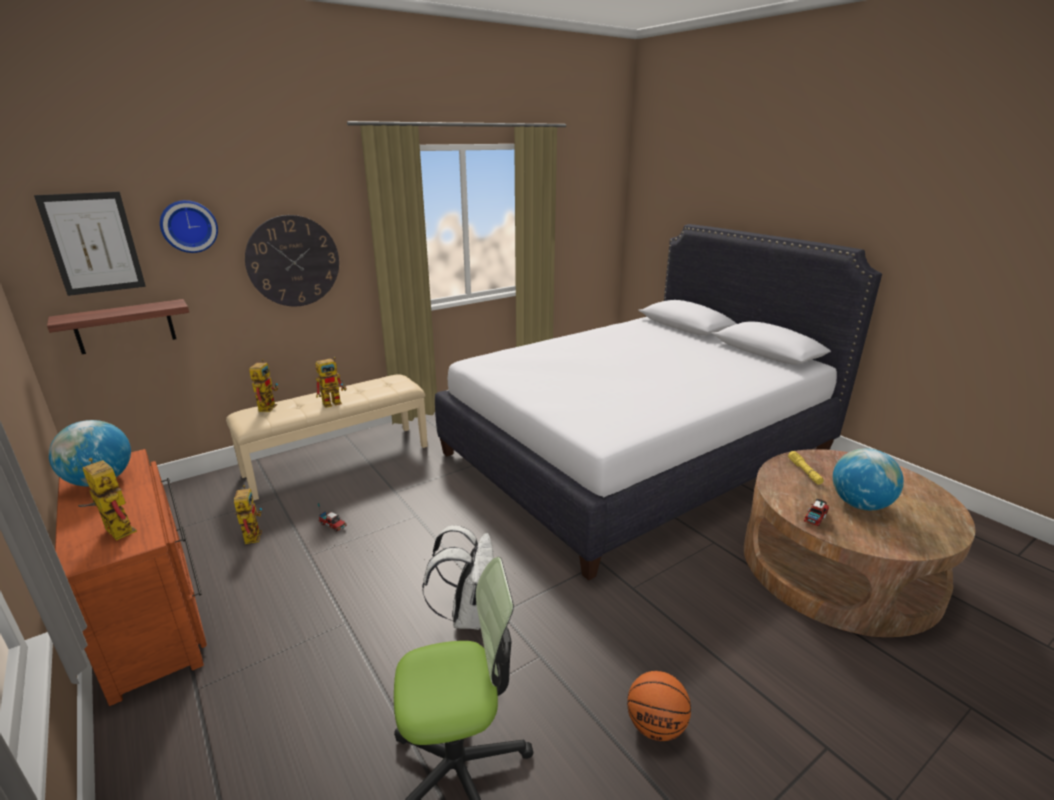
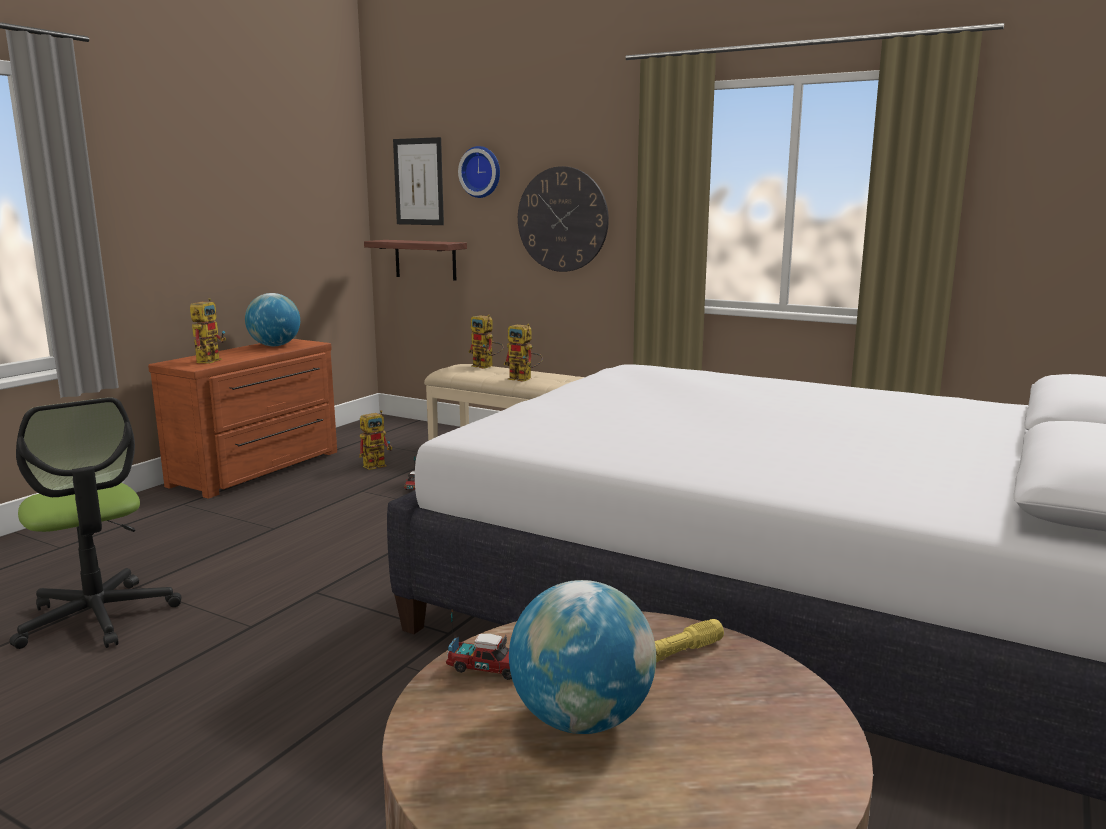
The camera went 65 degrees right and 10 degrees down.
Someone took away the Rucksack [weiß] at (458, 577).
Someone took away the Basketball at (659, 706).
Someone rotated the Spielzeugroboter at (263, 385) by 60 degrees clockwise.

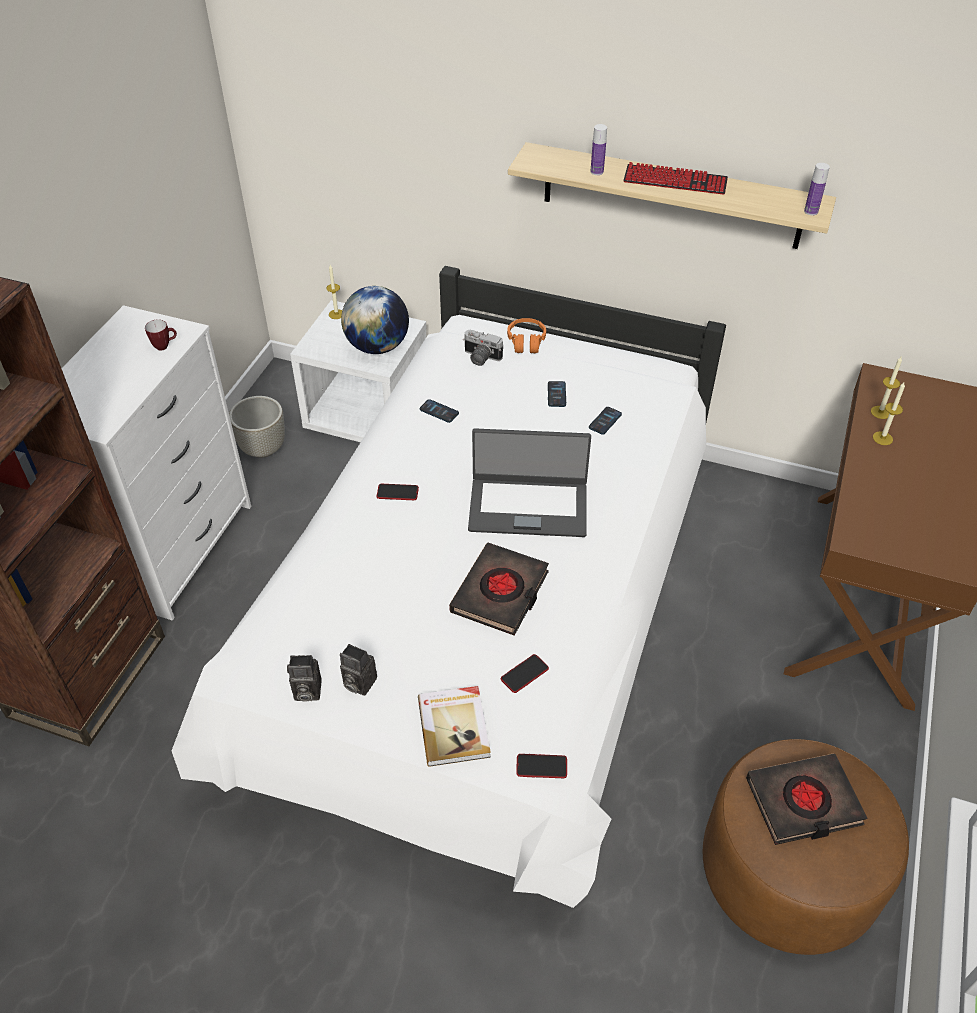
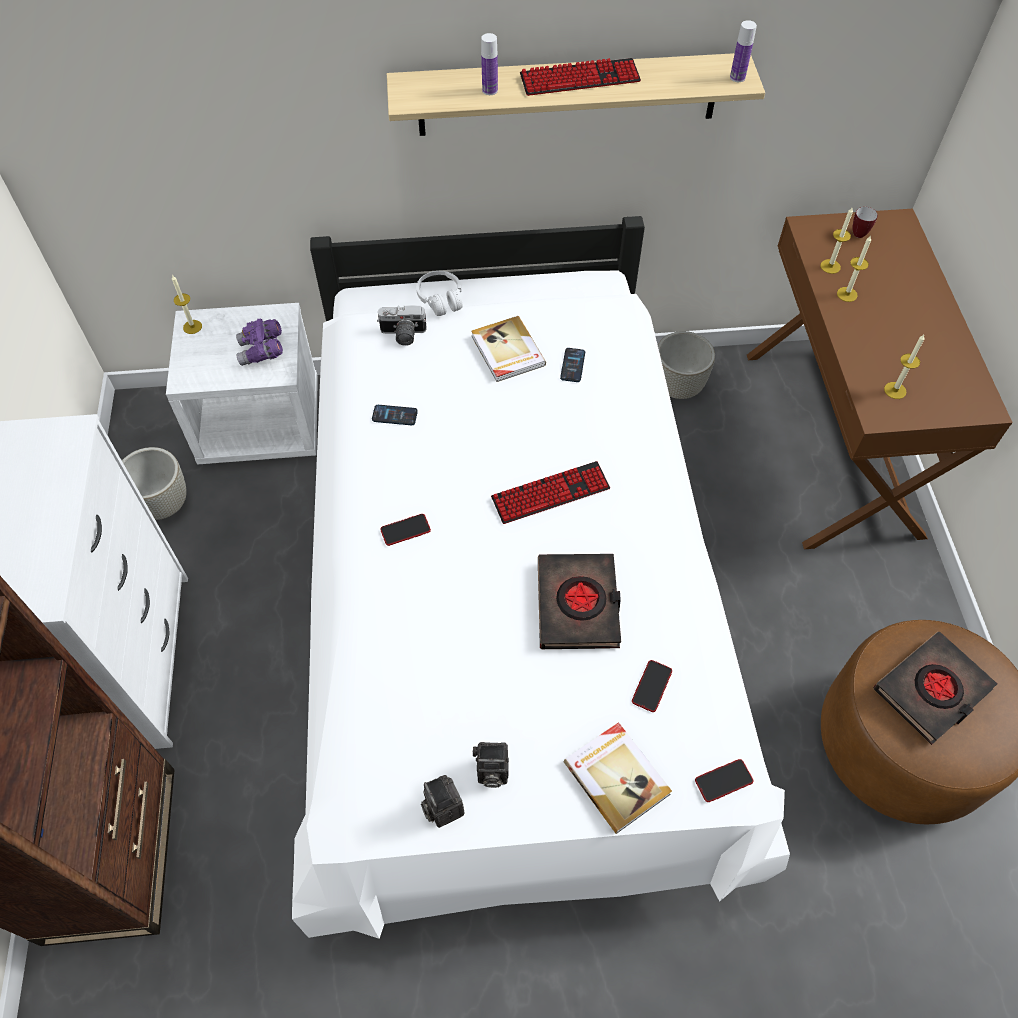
The camera went 25 degrees left and 10 degrees up.
Someone put down the Pflanzkübel [grau] at (686, 365).
Someone put down the Kerze at (904, 366).
Someone carried the Henkelbecher from (161, 335) to (865, 222).
Someone swapped the Globus at (375, 320) for the Fernglas [lila] at (259, 342).
Someone swapped the Laptop at (529, 482) for the Tastatur at (550, 492).
Someone swapped the Handy at (557, 394) for the Buch at (508, 349).
Someone repainted the Kopfhörer [orange] at (526, 335), which became the Kopfhörer [weiß] at (439, 293).
Someone rotated the Kamera at (304, 678) by 90 degrees clockwise.

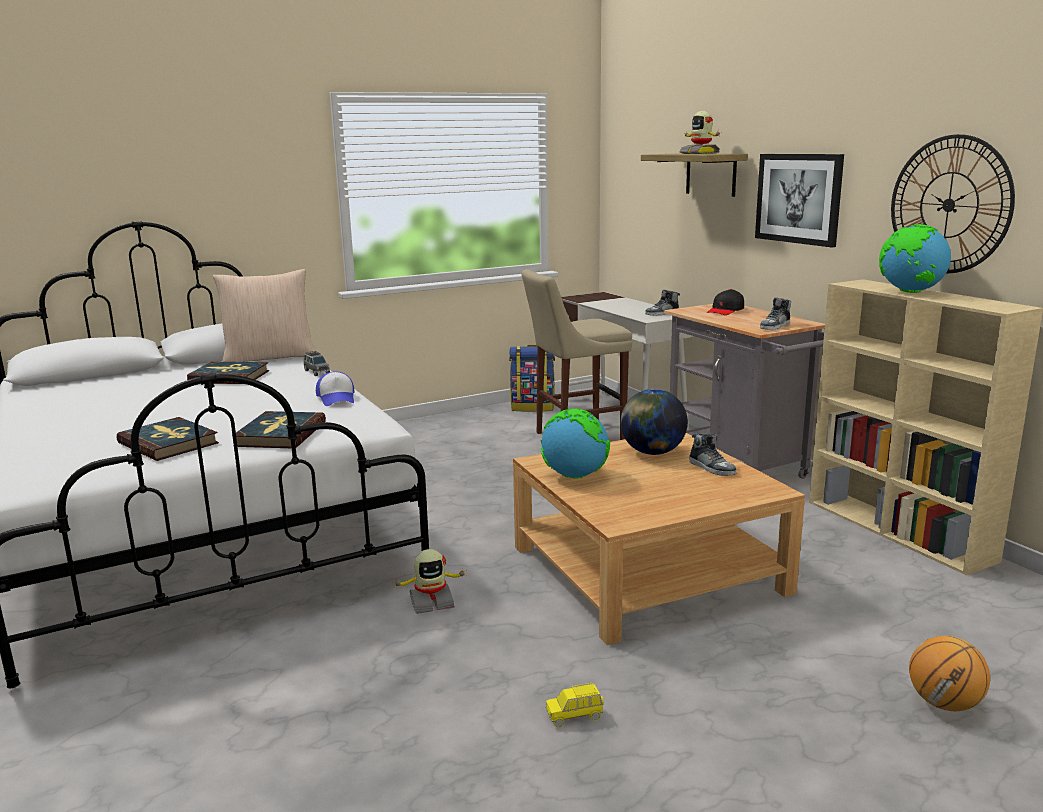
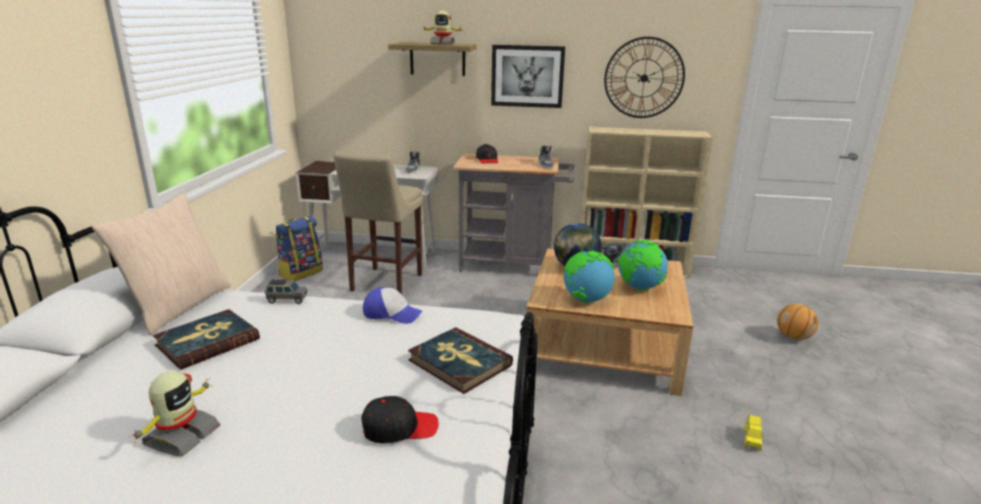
The camera went 55 degrees left and 5 degrees up.
Someone carried the Spielzeugroboter from (430, 581) to (175, 413).
Someone carried the Globus from (915, 258) to (643, 265).
Someone swapped the Buch at (167, 439) for the Kappe [schwarz] at (400, 420).

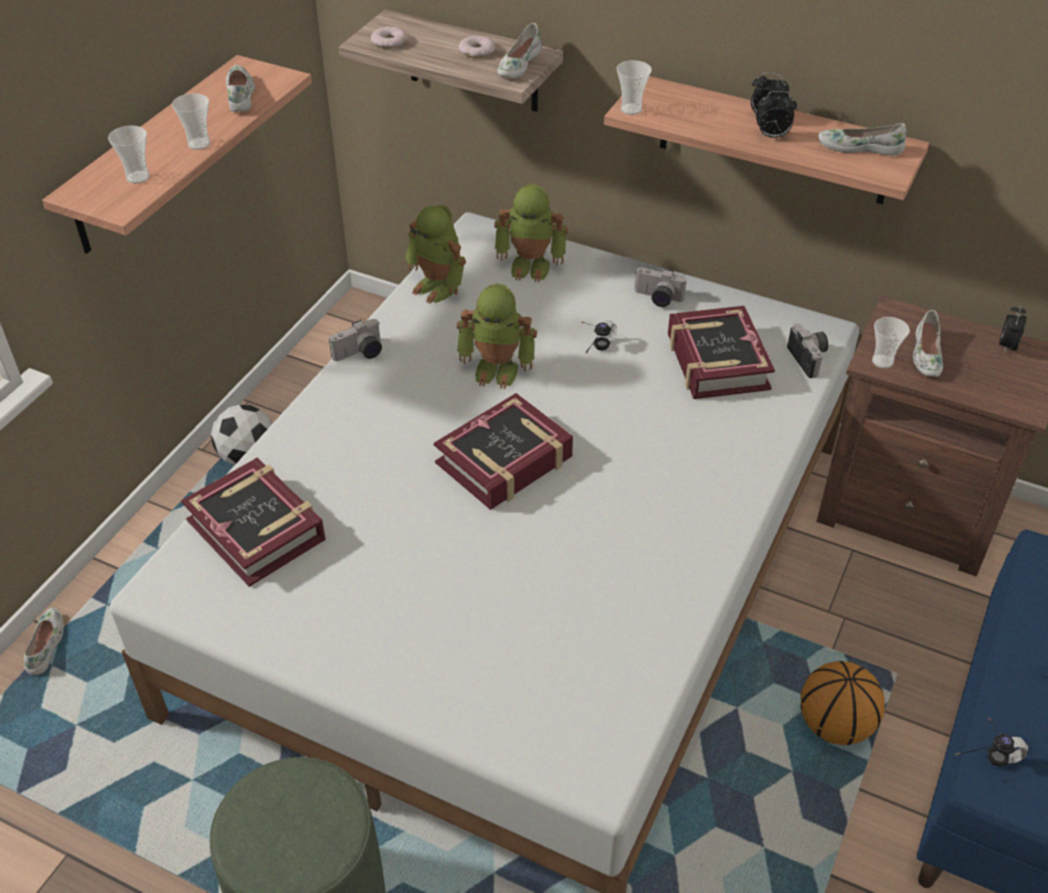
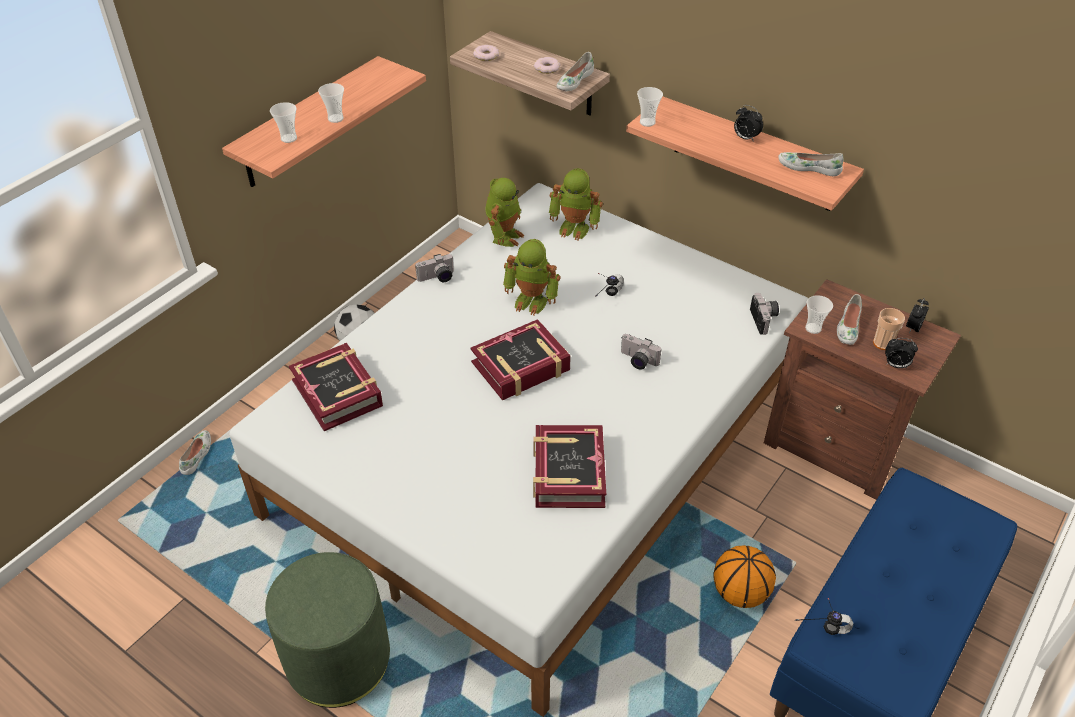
The camera went 10 degrees right and 0 degrees up.
Someone took away the Schuh [weiß] at (240, 88).
Someone put down the Tasse at (889, 329).
Someone carried the Kamera from (661, 287) to (641, 352).
Someone carried the Buch from (721, 352) to (569, 466).
Someone carried the Wecker from (776, 114) to (901, 353).
Someone rotated the Spielzeugroboter at (435, 254) by 120 degrees counterclockwise.

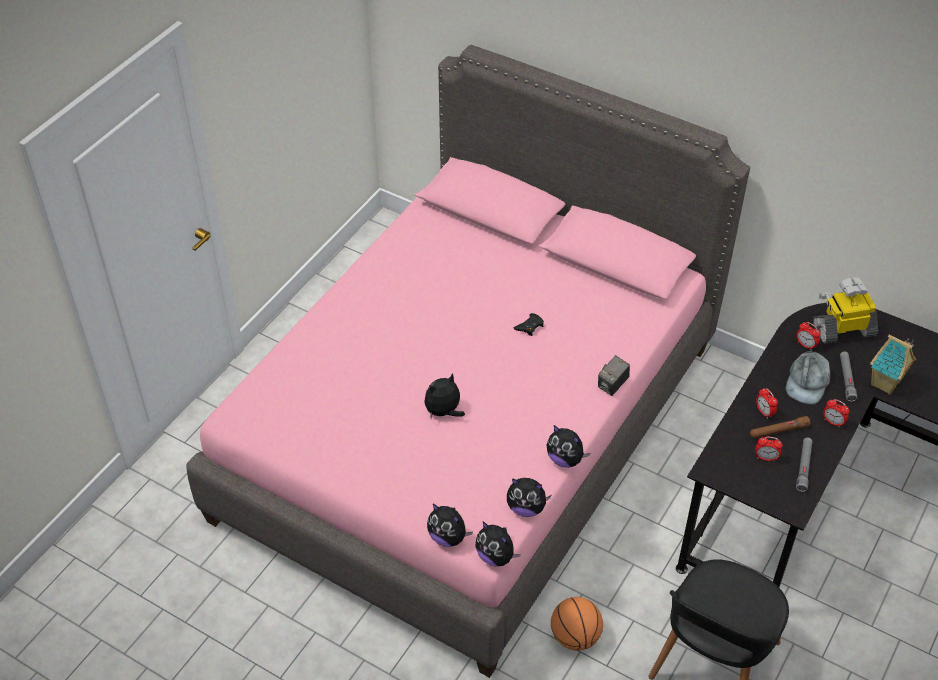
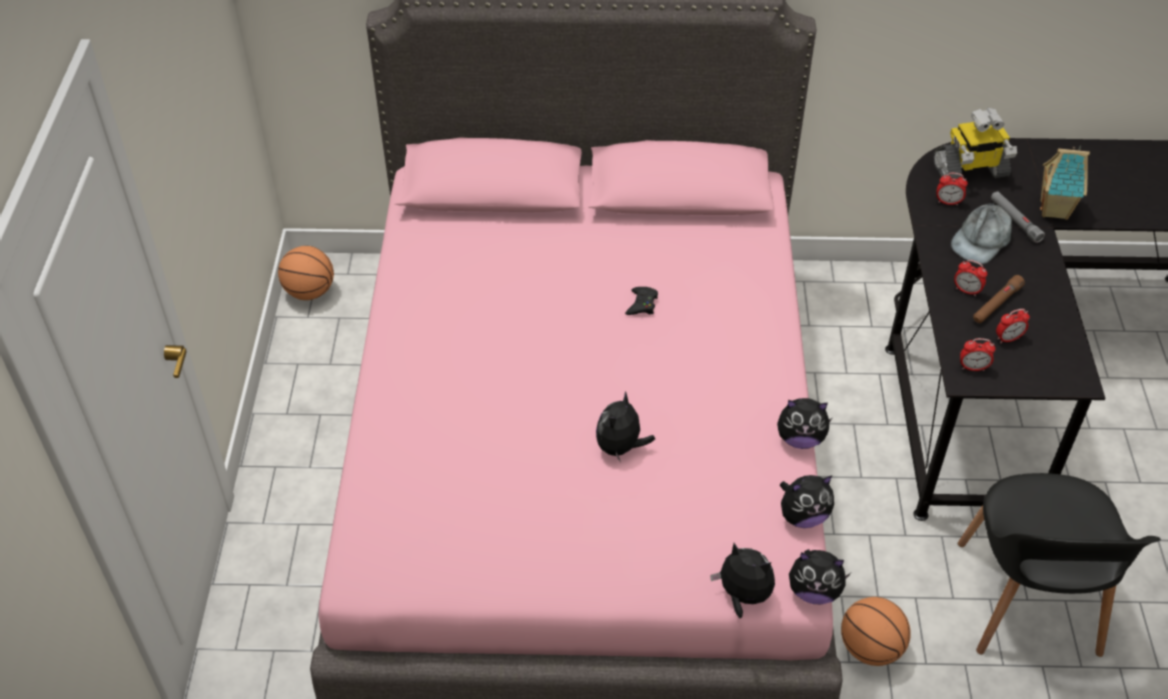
The camera went 30 degrees left and 0 degrees up.
Someone took away the Kamera at (614, 375).
Someone took away the Taschenlampe [grau] at (804, 465).
Someone put down the Basketball at (306, 273).
Someone carried the Wecker from (836, 413) to (977, 354).
Someone rotated the Plüschtier at (450, 525) by 150 degrees counterclockwise.
Someone rotated the Kappe [grau] at (808, 377) by 45 degrees clockwise.
Someone rotated the Spielzeugroboter at (845, 311) by 150 degrees counterclockwise.

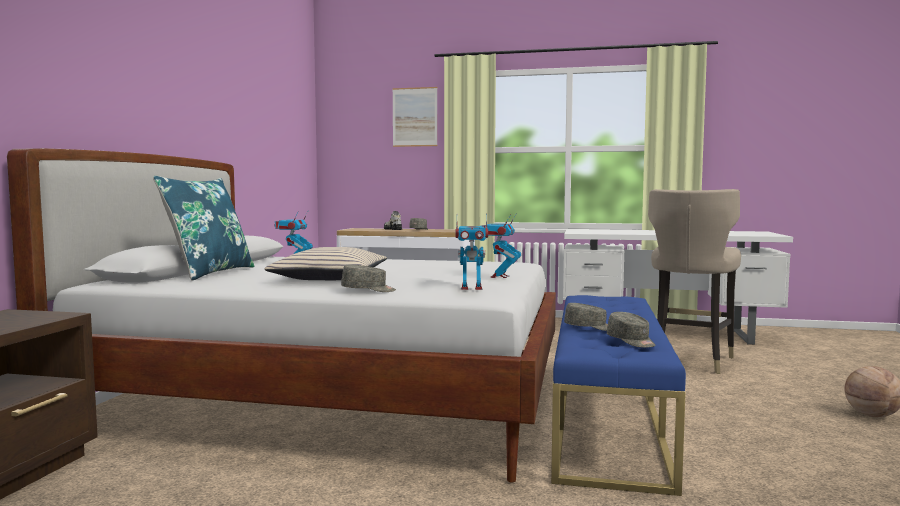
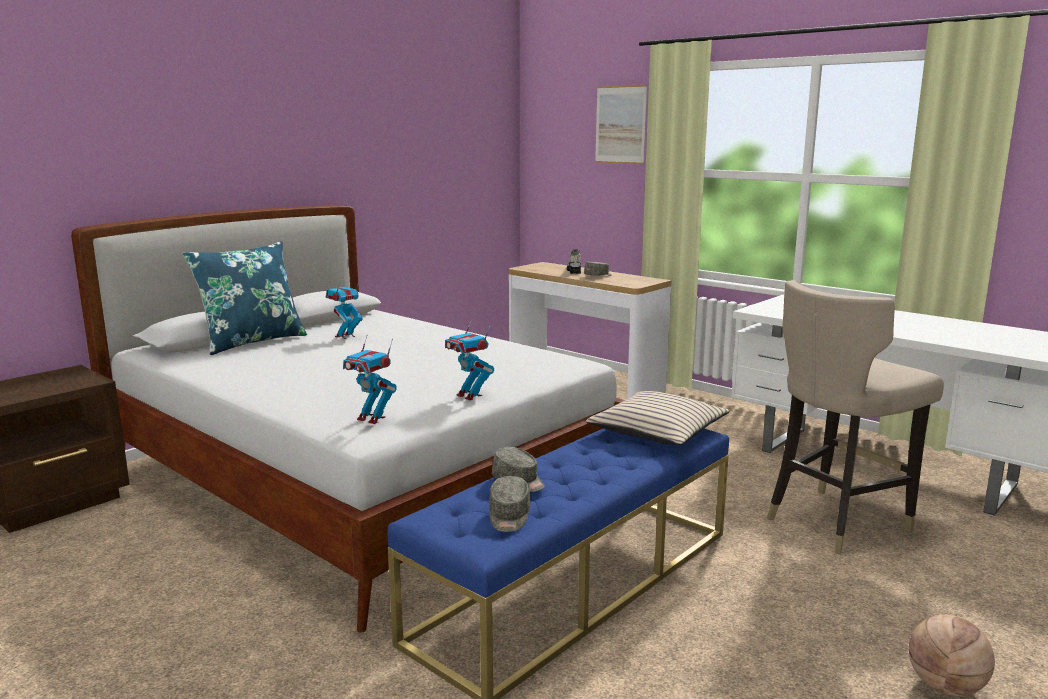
The camera went 30 degrees right and 10 degrees up.
Someone took away the Kappe [grau] at (368, 278).
Someone carried the Kissen [beige] from (325, 263) to (658, 418).
Someone rotated the Spielzeugroboter at (501, 245) by 90 degrees counterclockwise.

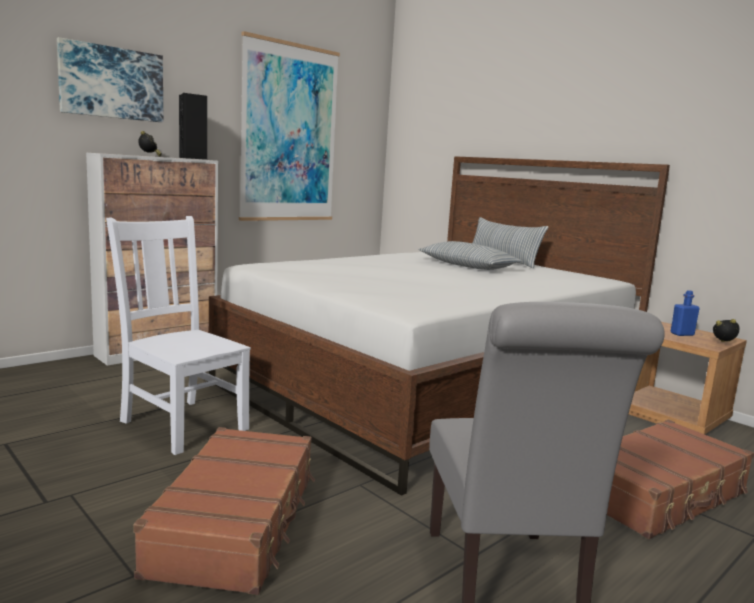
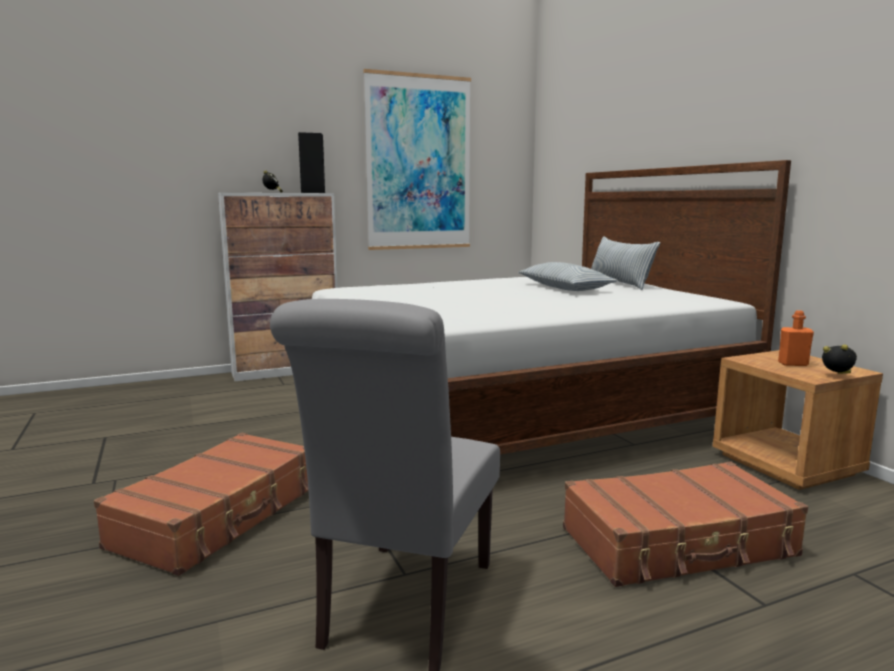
The camera went 20 degrees right and 0 degrees up.
Someone took away the Bild at (110, 79).
Someone took away the Stuhl [weiß] at (178, 335).
Someone repainted the Flasche [blau] at (685, 313), which became the Flasche [orange] at (796, 338).

